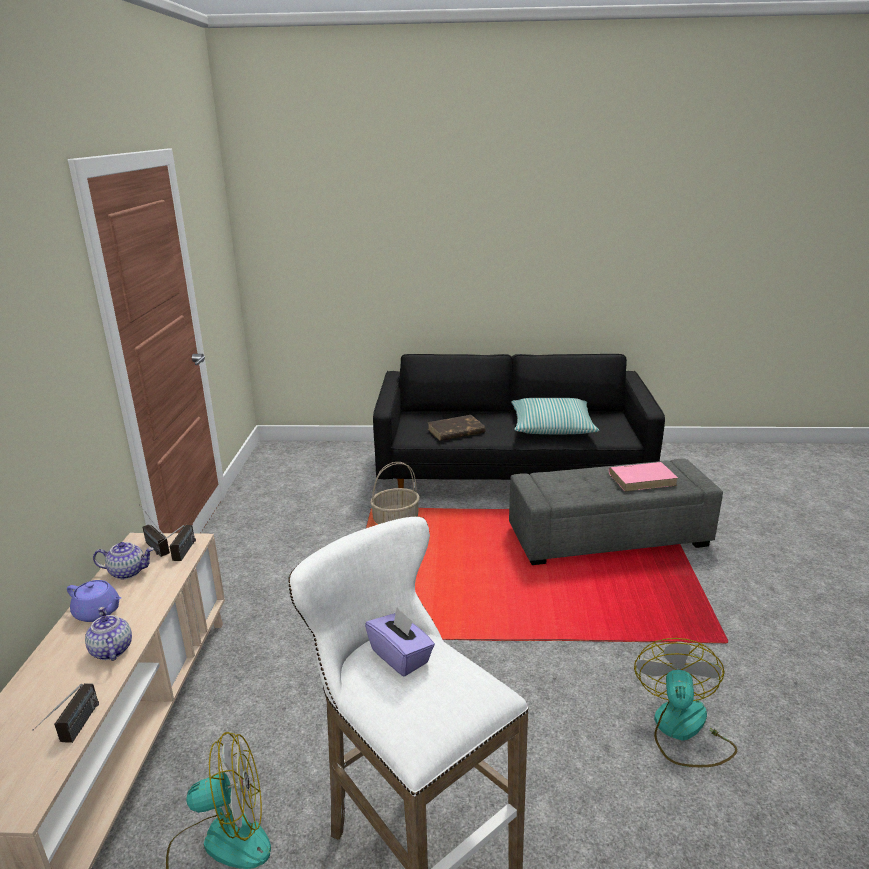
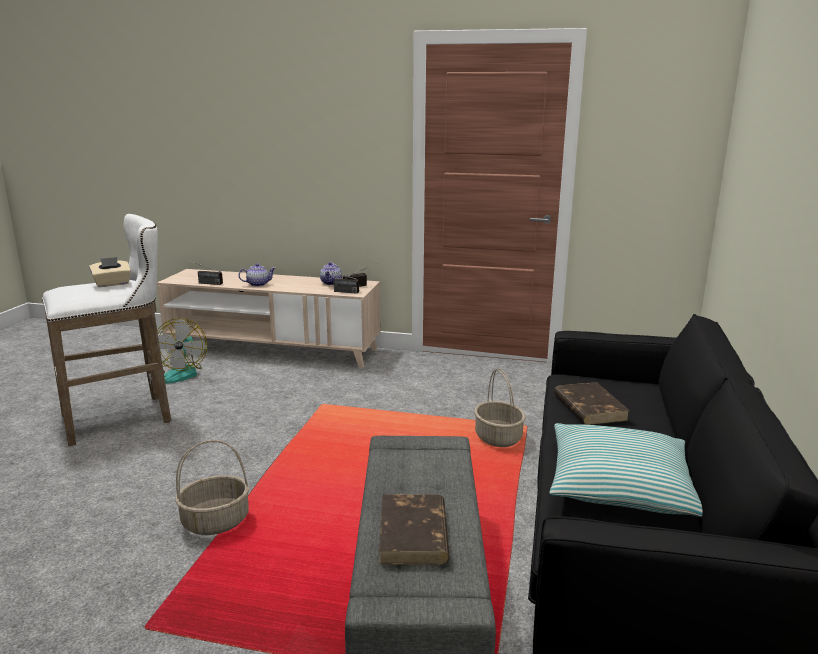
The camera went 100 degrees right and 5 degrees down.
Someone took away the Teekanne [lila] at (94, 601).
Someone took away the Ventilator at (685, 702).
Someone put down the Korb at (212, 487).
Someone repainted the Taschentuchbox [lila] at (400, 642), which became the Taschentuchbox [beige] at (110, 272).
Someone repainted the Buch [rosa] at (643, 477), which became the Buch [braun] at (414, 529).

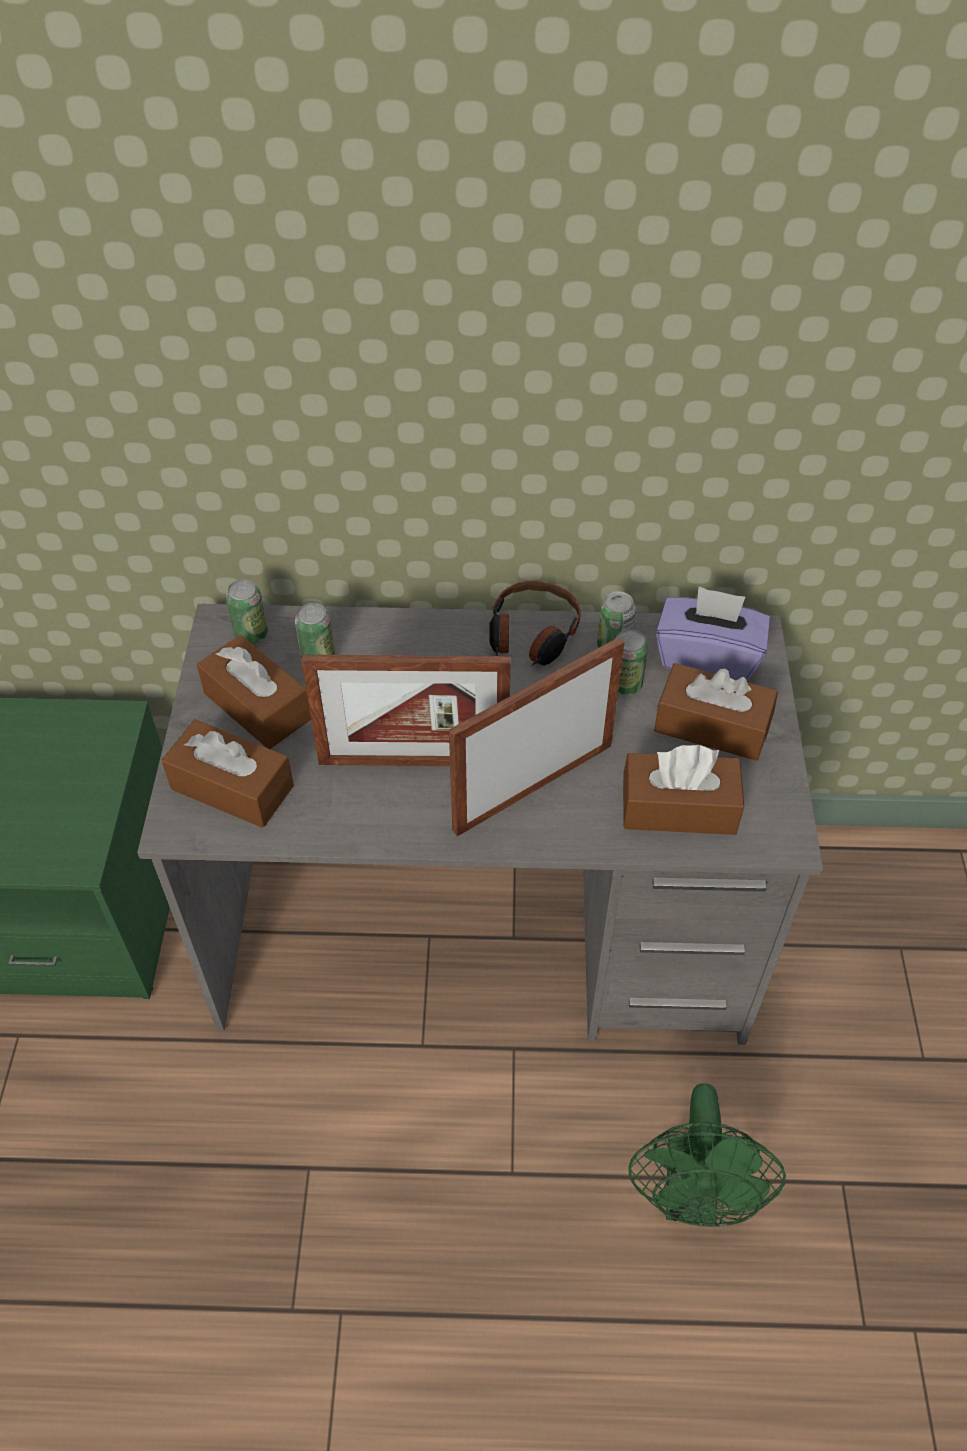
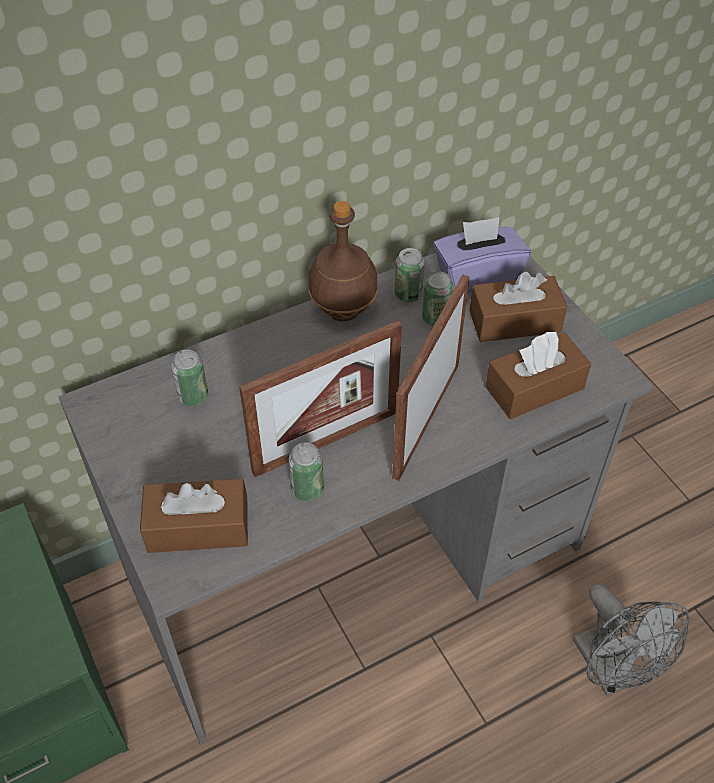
The camera went 30 degrees left and 0 degrees up.
Someone took away the Taschentuchbox [braun] at (254, 692).
Someone carried the Dose from (247, 611) to (306, 471).
Someone swapped the Kopfhörer at (535, 623) for the Flasche [braun] at (343, 261).
Someone repainted the Ventilator [grün] at (707, 1155), which became the Ventilator [grau] at (631, 639).

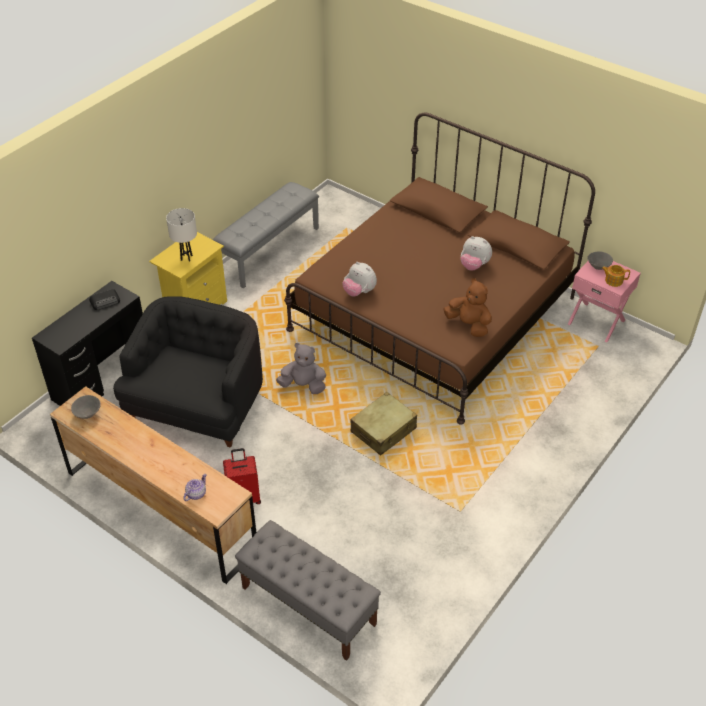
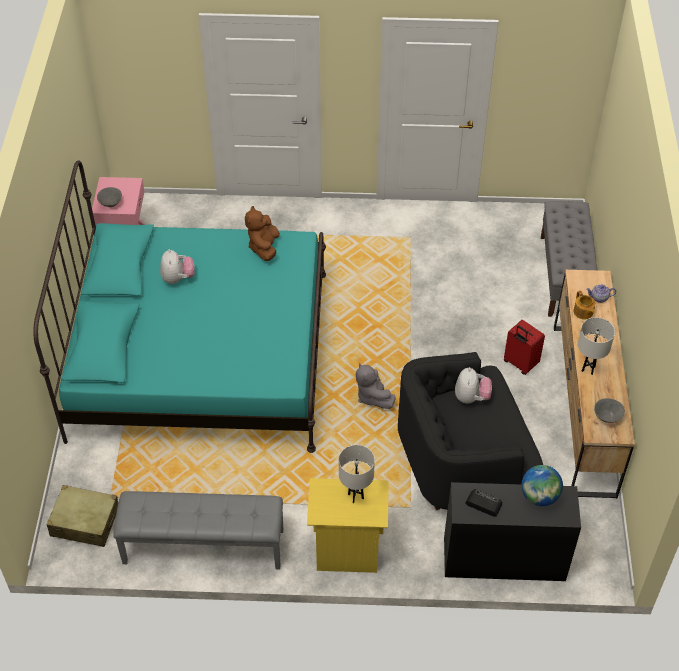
The camera went 125 degrees left and 5 degrees up.
Someone put down the Globus at (542, 485).
Someone put down the Tischlampe [weiß] at (596, 346).
Someone carried the Plüschtier from (359, 279) to (473, 385).
Someone carried the Koffer [beige] from (383, 423) to (82, 516).
Someone carried the Teekanne from (616, 276) to (584, 304).
Someone repainted the Bett [braun] at (439, 269), which became the Bett [türkis] at (179, 306).

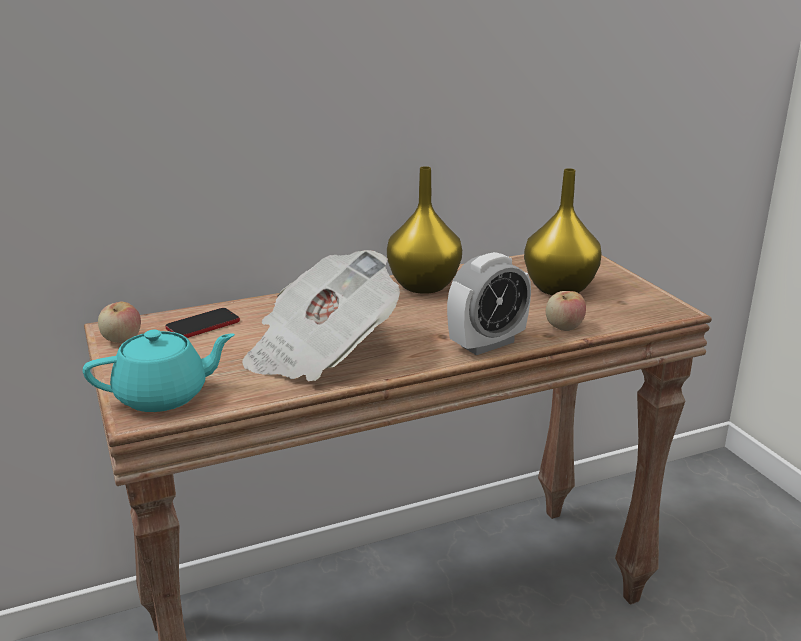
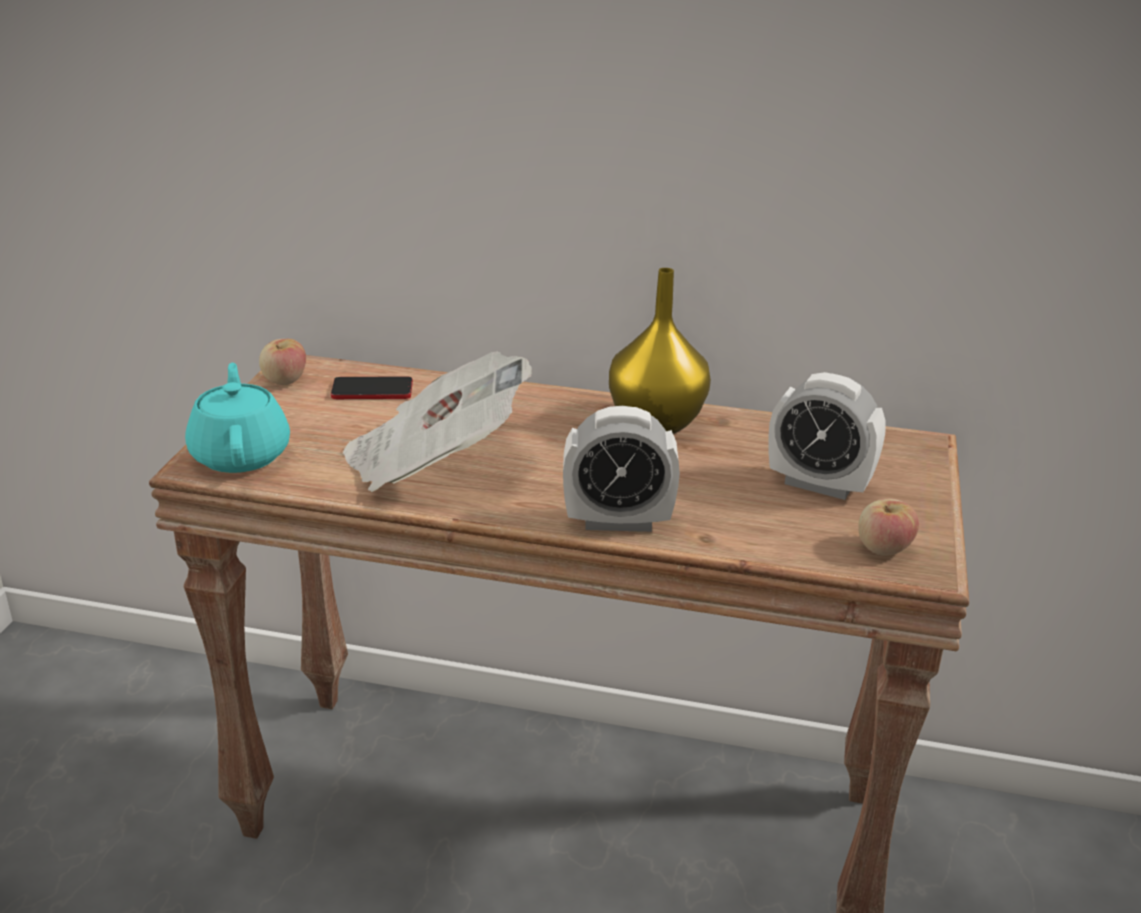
The camera went 35 degrees right and 5 degrees up.
Someone carried the Apfel from (566, 311) to (888, 527).
Someone swapped the Vase [gelb] at (563, 231) for the Wecker at (827, 436).
Someone rotated the Teekanne [türkis] at (159, 371) by 120 degrees counterclockwise.

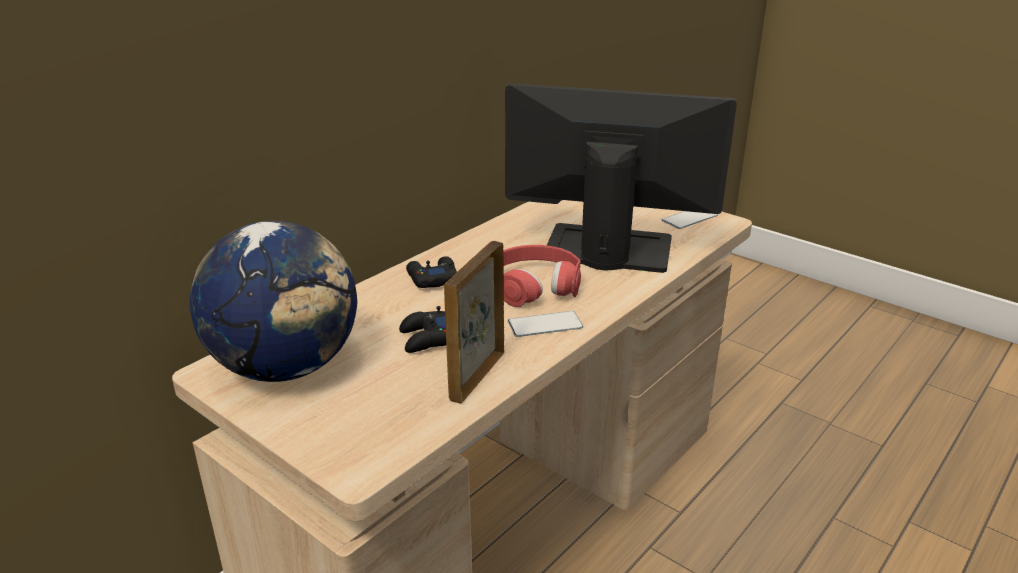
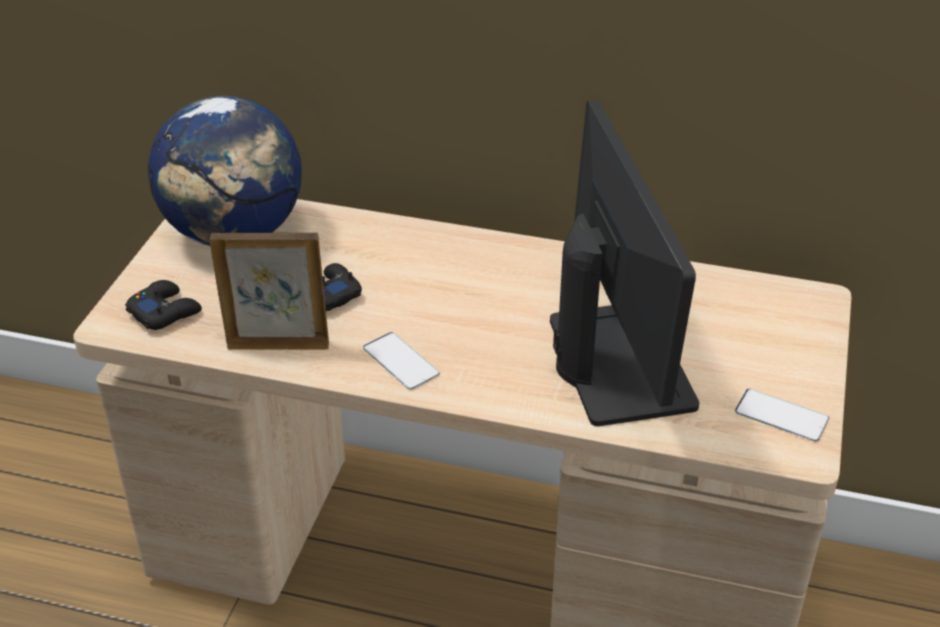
The camera went 65 degrees right and 10 degrees up.
Someone took away the Kopfhörer [rot] at (542, 276).
Someone carried the Gamepad [schwarz] from (431, 272) to (163, 305).

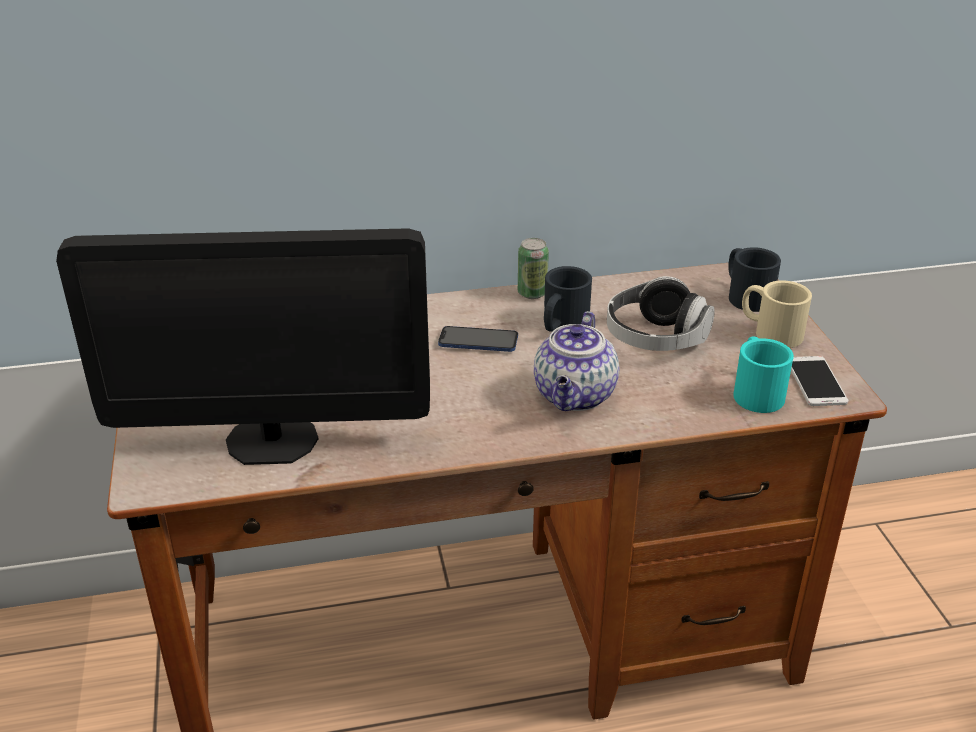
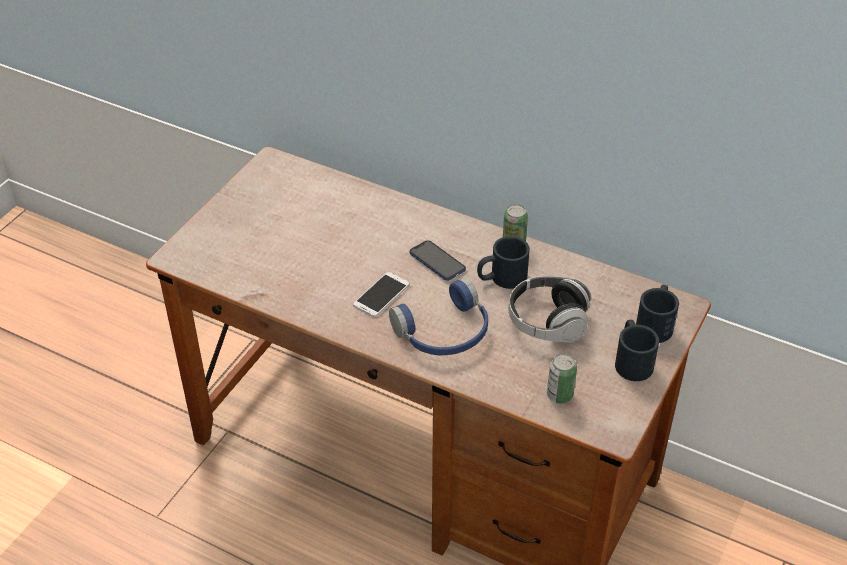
The camera went 40 degrees right and 10 degrees up.
Someone took away the Monitor at (243, 346).
Someone carried the Handy from (819, 381) to (381, 294).
Someone swapped the Teekanne at (576, 361) for the Kopfhörer [blau] at (438, 316).
Someone swapped the Henkelbecher [türkis] at (763, 374) for the Dose at (562, 378).
Someone repainted the Henkelbecher [beige] at (777, 314), which became the Henkelbecher [schwarz] at (637, 350).

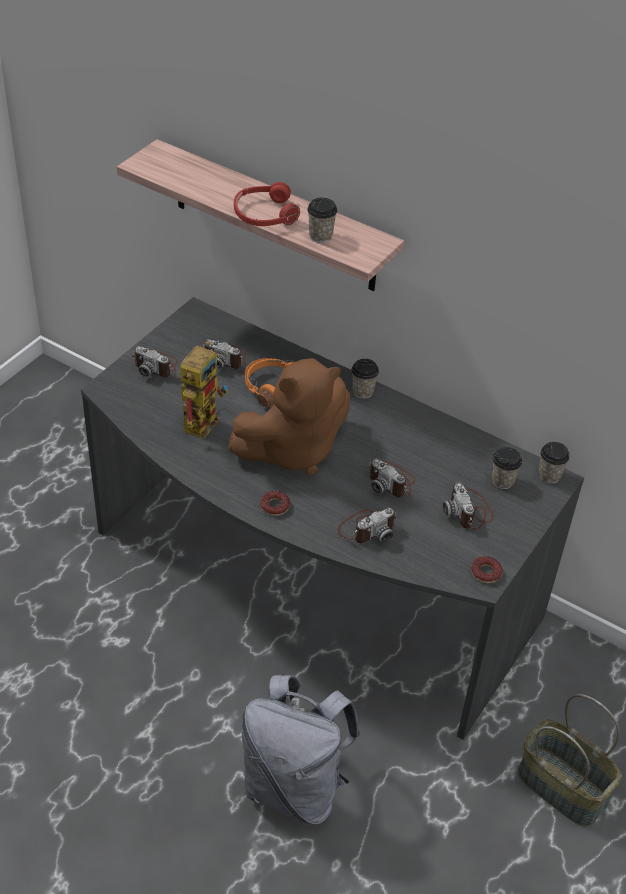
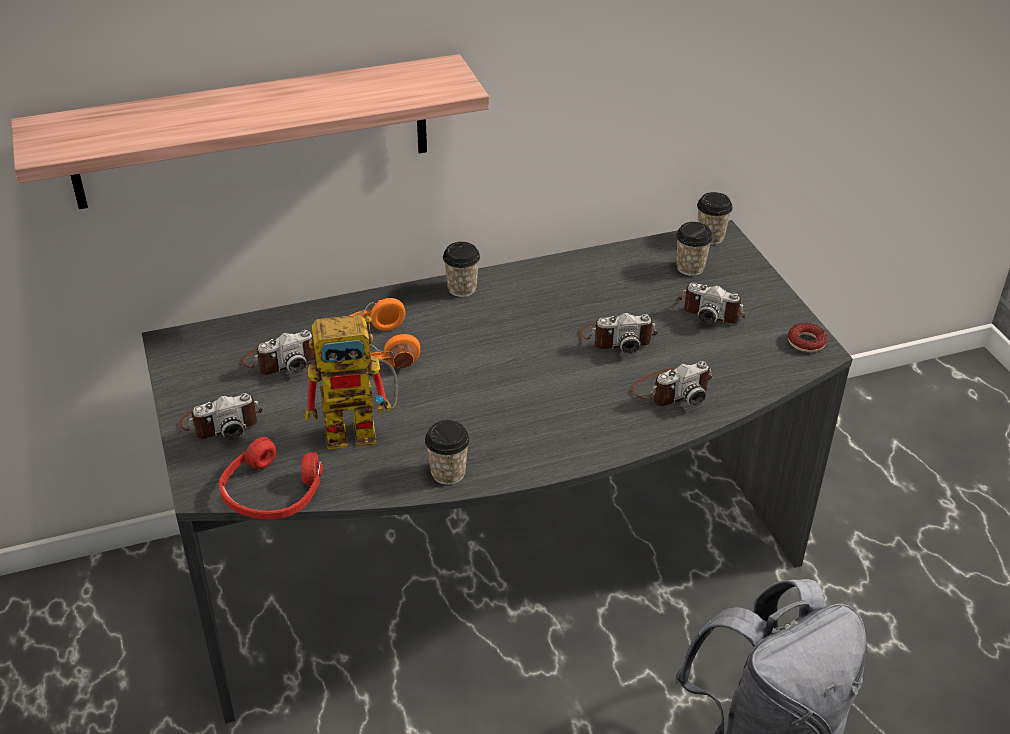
The camera went 50 degrees left and 5 degrees down.
Someone took away the Plüschtier [braun] at (289, 417).
Someone took away the Donut at (275, 503).
Someone took away the Korb at (570, 760).
Someone carried the Kopfhörer [rot] from (267, 204) to (271, 478).
Someone carried the Tasse from (322, 220) to (447, 452).
Someone rotated the Spielzeugroboter at (204, 390) by 105 degrees clockwise.
Someone rotated the Kamera at (367, 525) by 60 degrees clockwise.

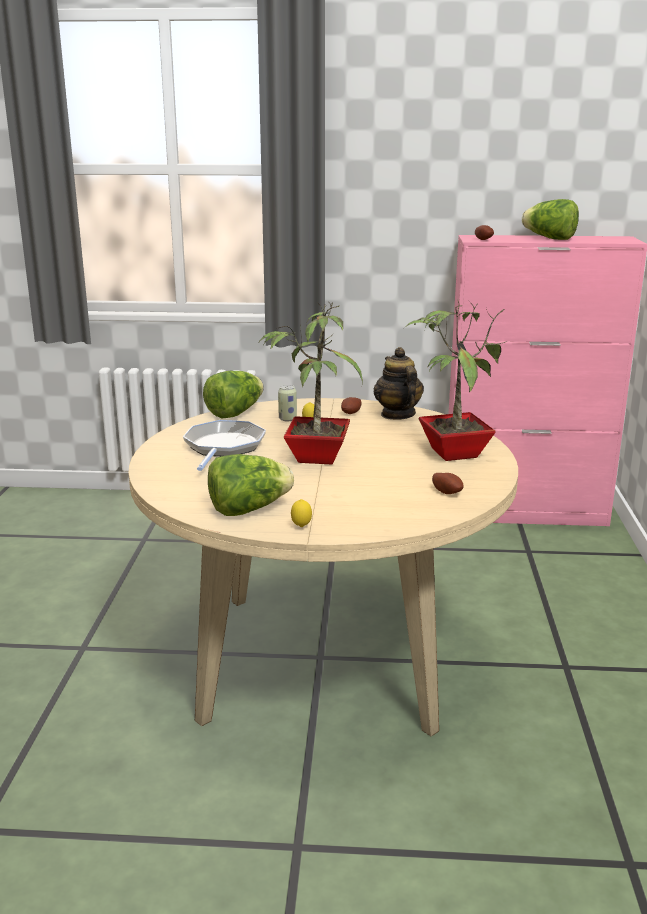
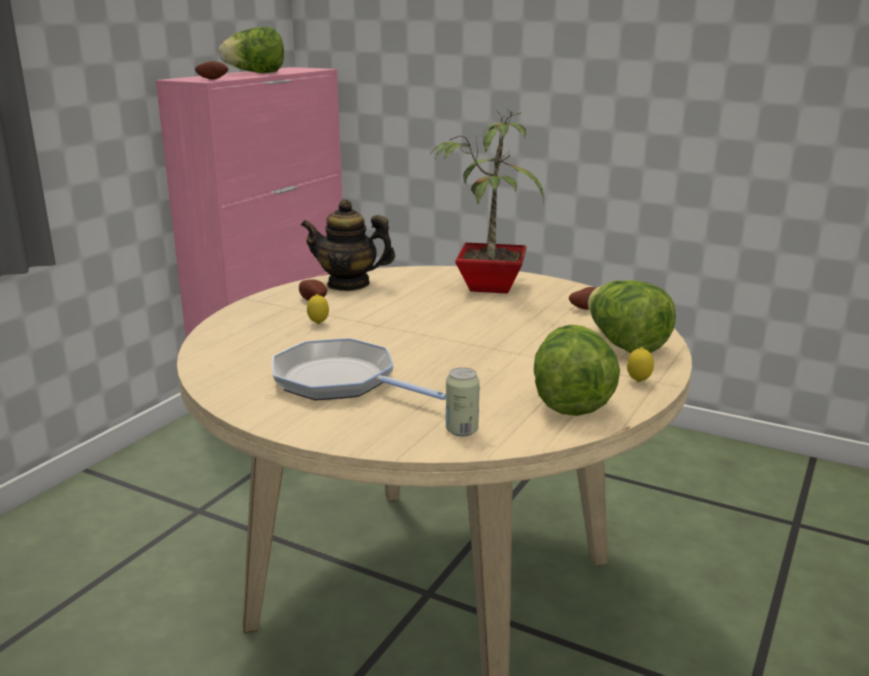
The camera went 65 degrees left and 0 degrees up.
Someone took away the Topfpflanze at (311, 383).
Someone carried the Salatkopf from (233, 394) to (632, 316).
Someone carried the Dose from (287, 403) to (463, 401).

